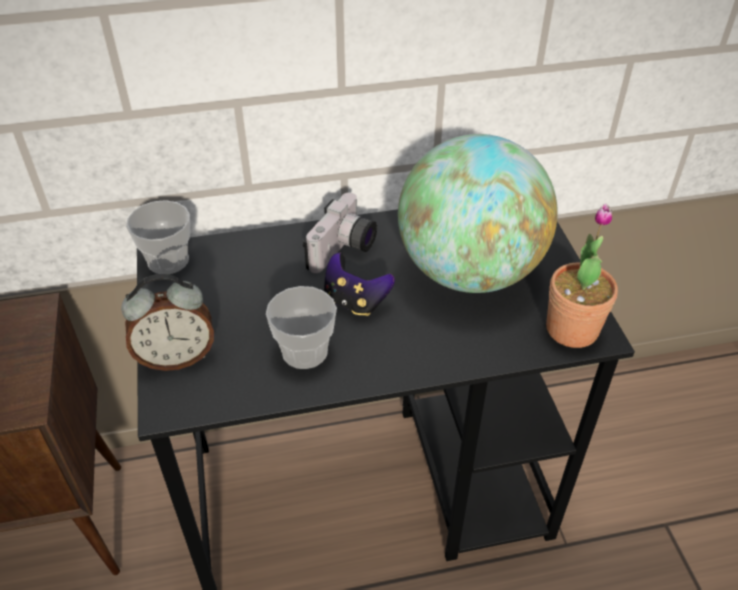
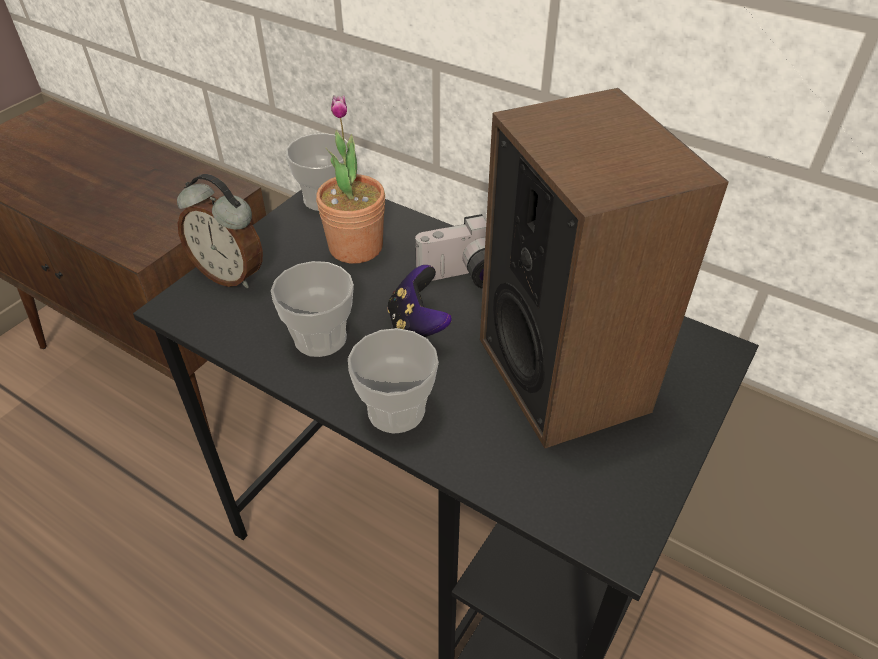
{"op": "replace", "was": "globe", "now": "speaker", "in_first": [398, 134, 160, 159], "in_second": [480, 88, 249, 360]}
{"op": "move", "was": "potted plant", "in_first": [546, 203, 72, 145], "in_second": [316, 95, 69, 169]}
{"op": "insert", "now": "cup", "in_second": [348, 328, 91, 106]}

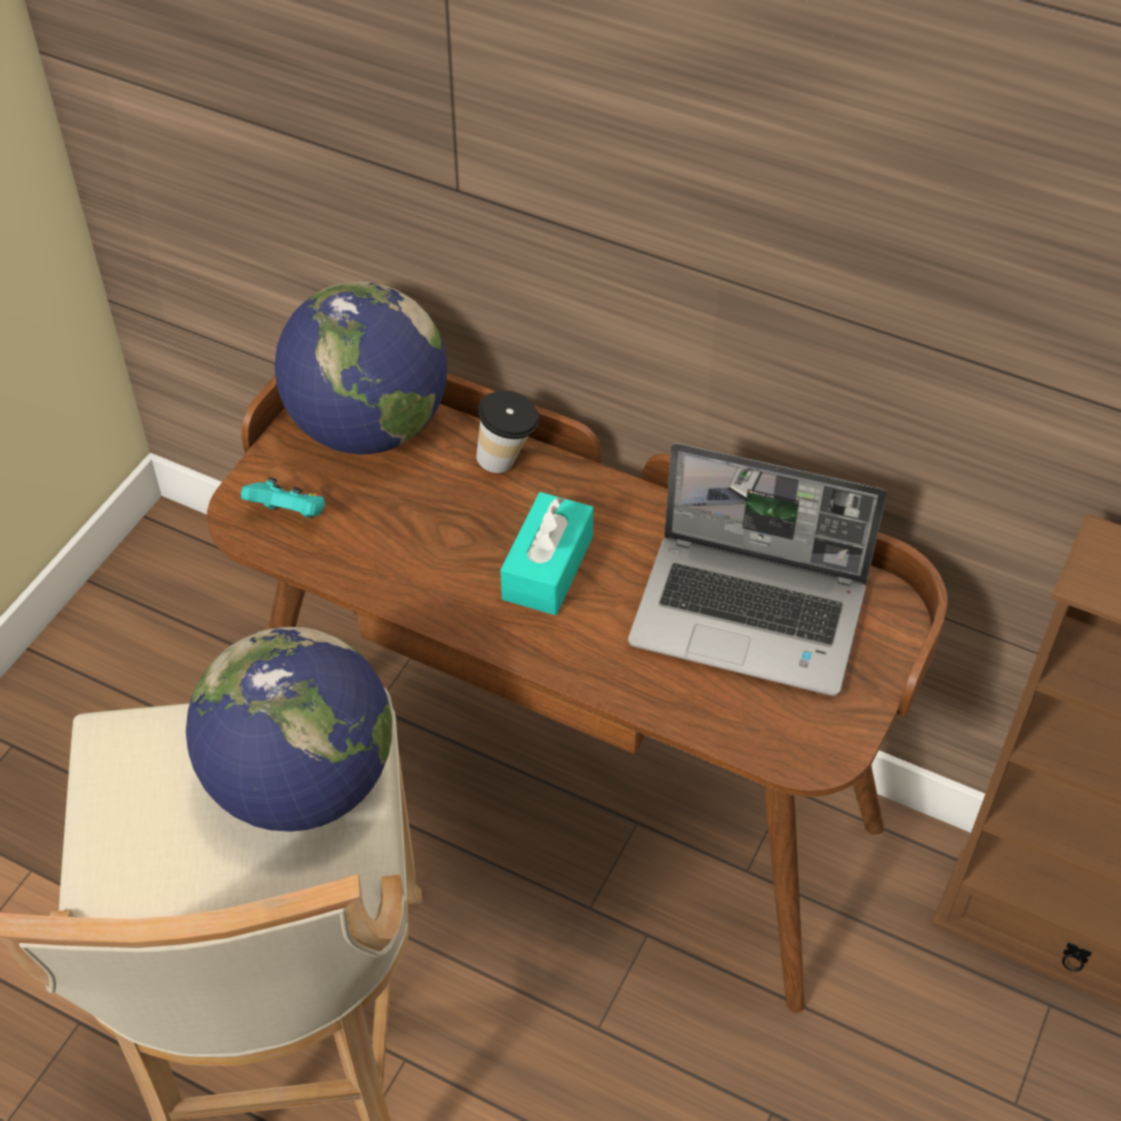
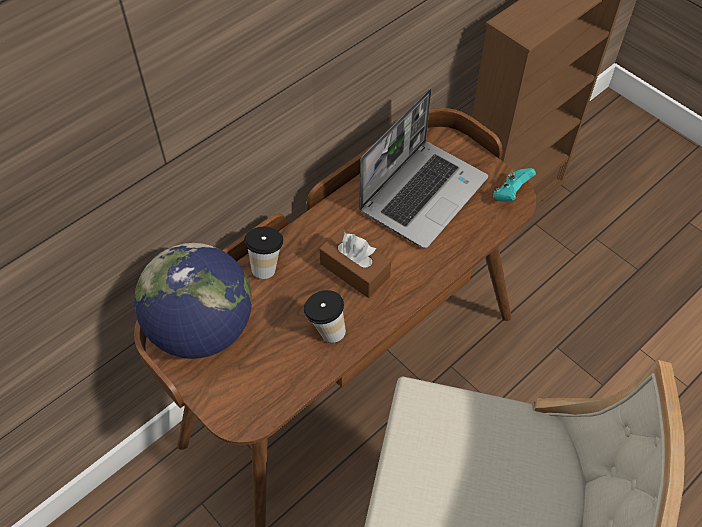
{"op": "move", "was": "turquoise game controller", "in_first": [241, 477, 84, 41], "in_second": [493, 168, 43, 34]}
{"op": "recolor", "was": "turquoise tissue box", "now": "brown tissue box", "in_first": [500, 492, 94, 123], "in_second": [319, 227, 72, 71]}
{"op": "delete", "was": "globe", "in_first": [186, 627, 206, 205]}
{"op": "insert", "now": "cup", "in_second": [304, 290, 42, 53]}

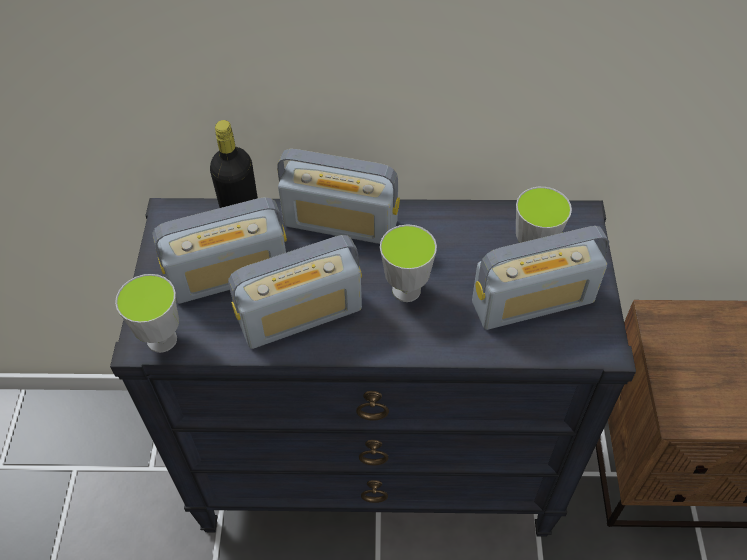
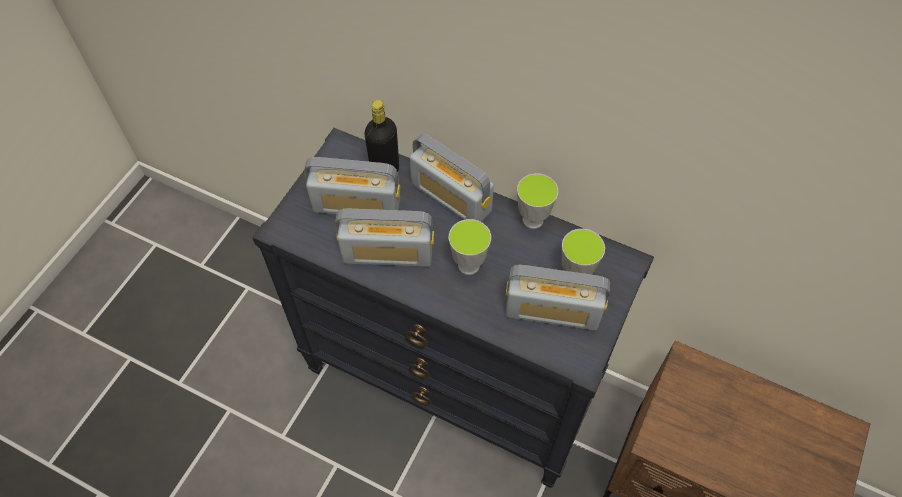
{"op": "move", "was": "cup", "in_first": [115, 274, 64, 79], "in_second": [517, 173, 41, 56]}

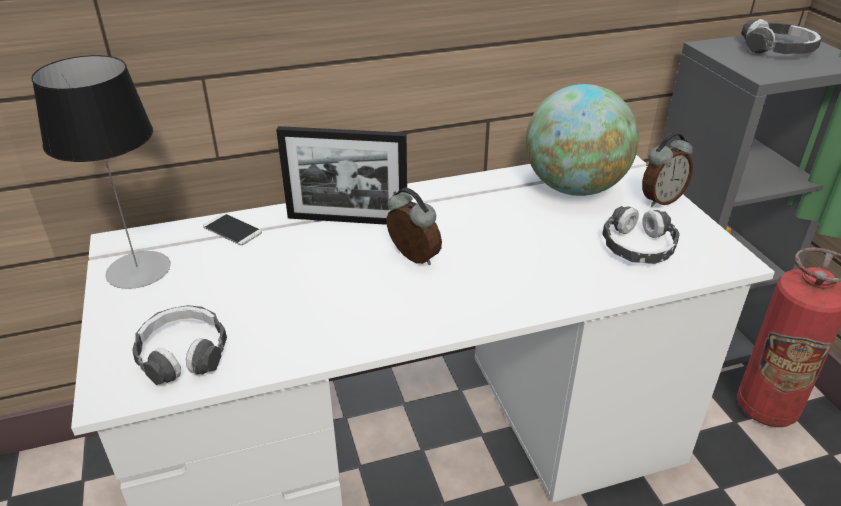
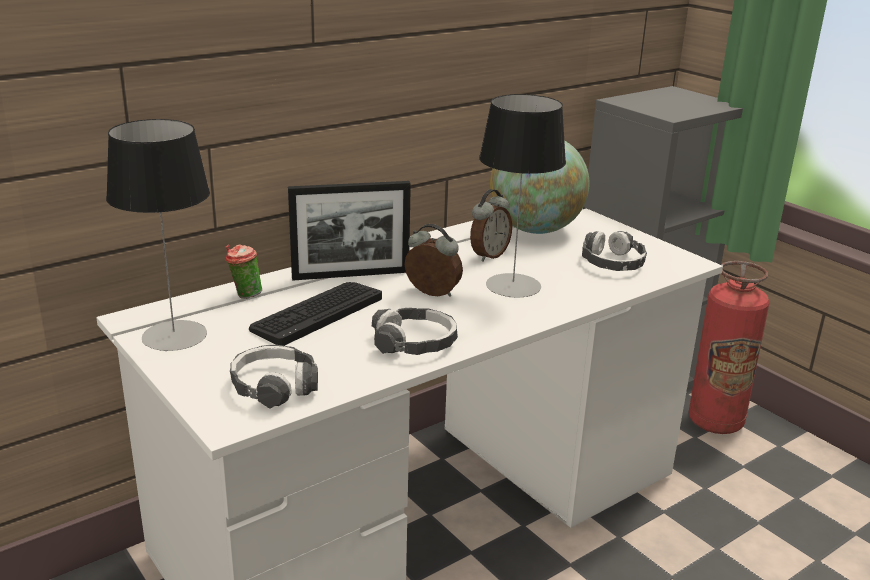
{"op": "move", "was": "headphones", "in_first": [741, 19, 81, 35], "in_second": [372, 308, 86, 47]}
{"op": "move", "was": "alarm clock", "in_first": [642, 133, 51, 74], "in_second": [470, 189, 42, 73]}
{"op": "replace", "was": "phone", "now": "cup", "in_first": [203, 214, 59, 31], "in_second": [225, 244, 37, 55]}
{"op": "insert", "now": "table lamp", "in_second": [479, 94, 87, 203]}
{"op": "insert", "now": "keyboard", "in_second": [249, 282, 133, 64]}

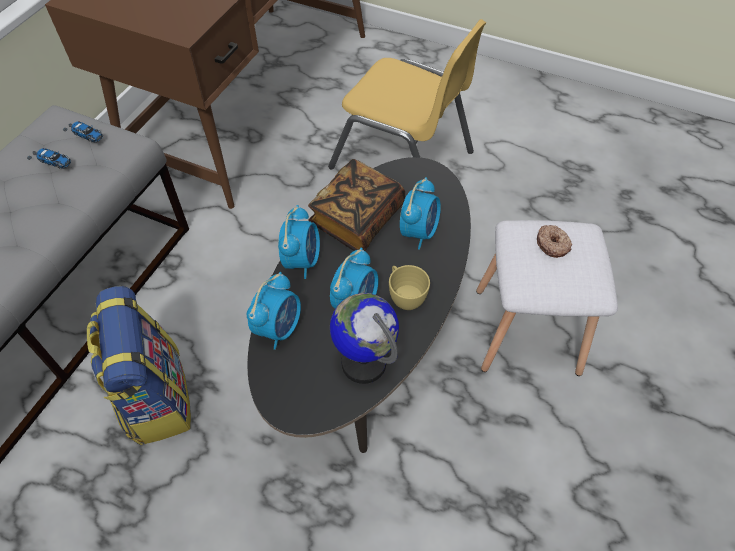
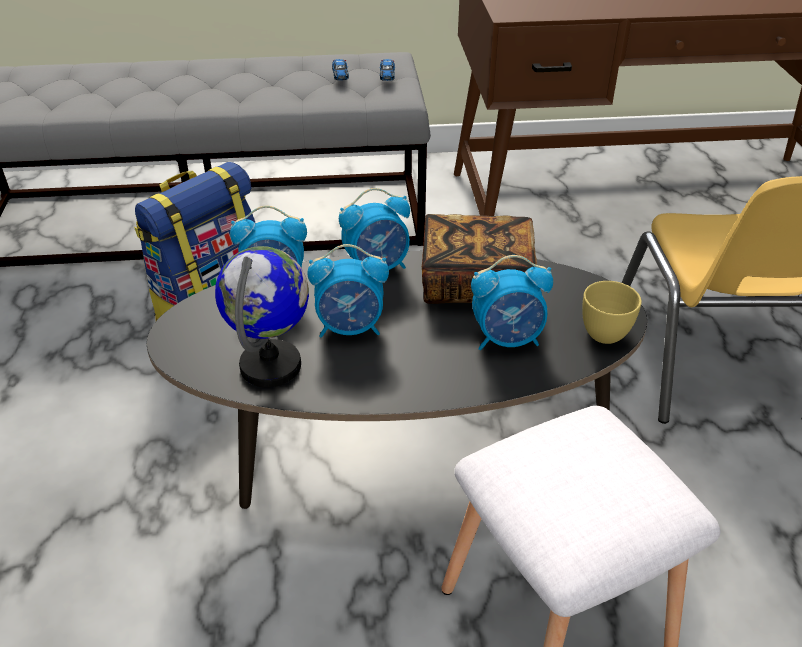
{"op": "delete", "was": "donut", "in_first": [537, 225, 35, 33]}
{"op": "move", "was": "yellow cup", "in_first": [389, 265, 41, 45], "in_second": [582, 281, 60, 63]}

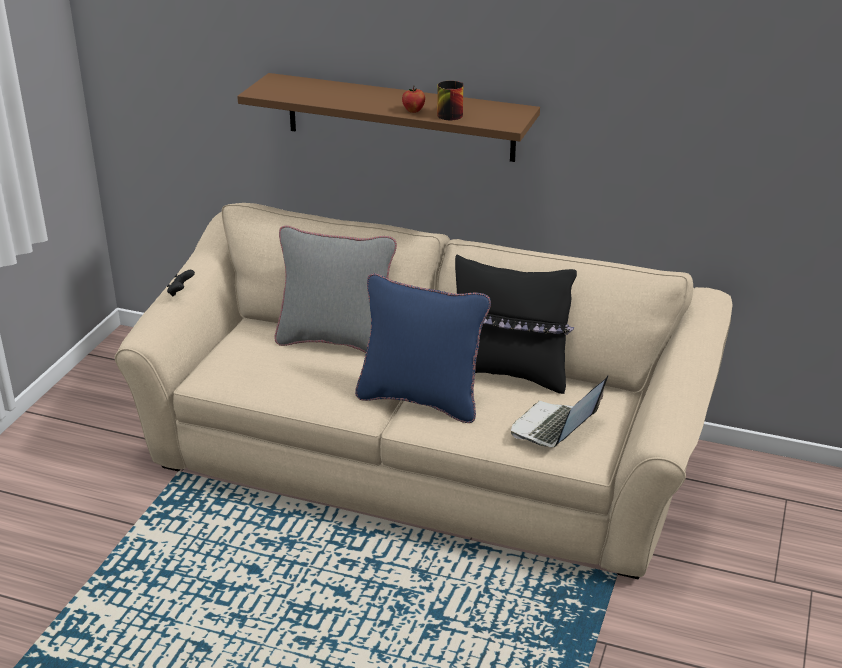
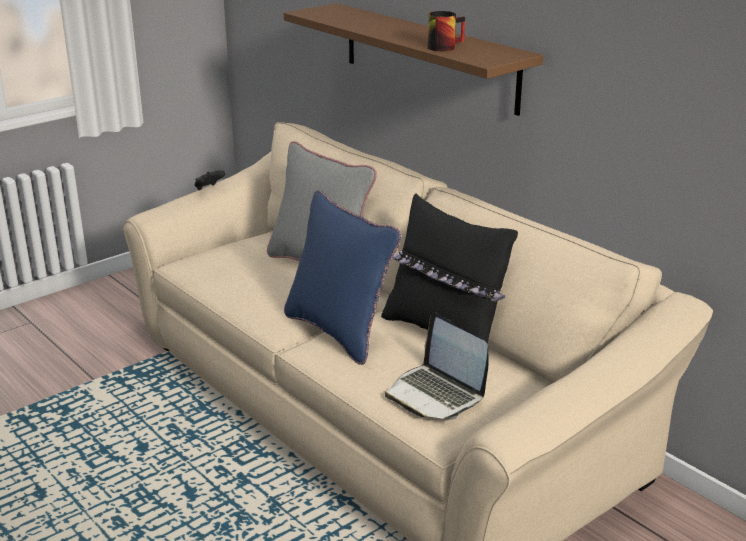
{"op": "delete", "was": "apple", "in_first": [402, 86, 23, 27]}
{"op": "rotate", "was": "laptop", "in_first": [511, 375, 97, 73], "in_second": [385, 312, 104, 107], "clockwise": -105}

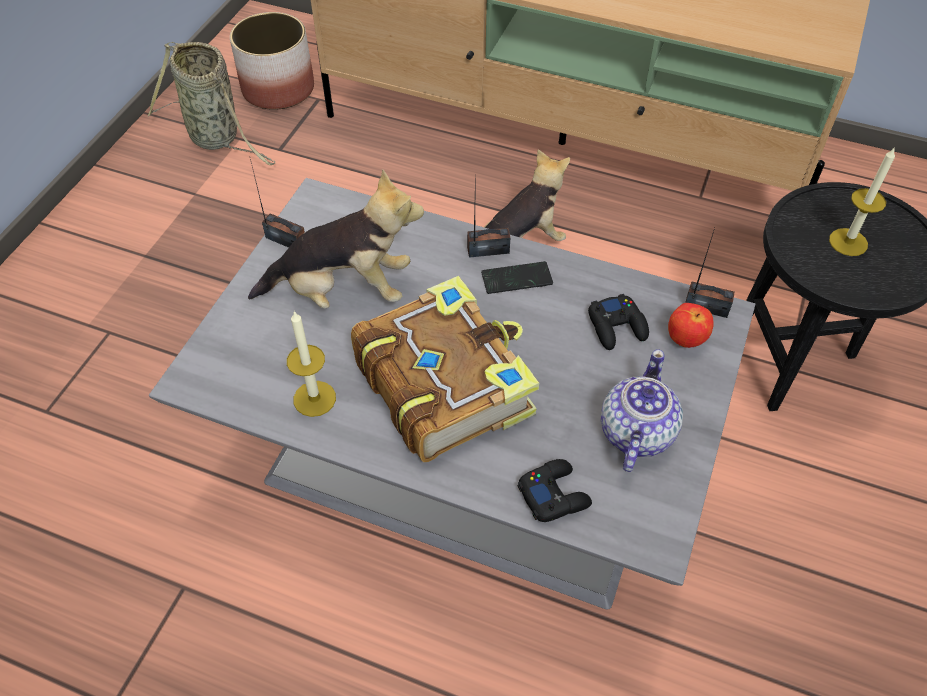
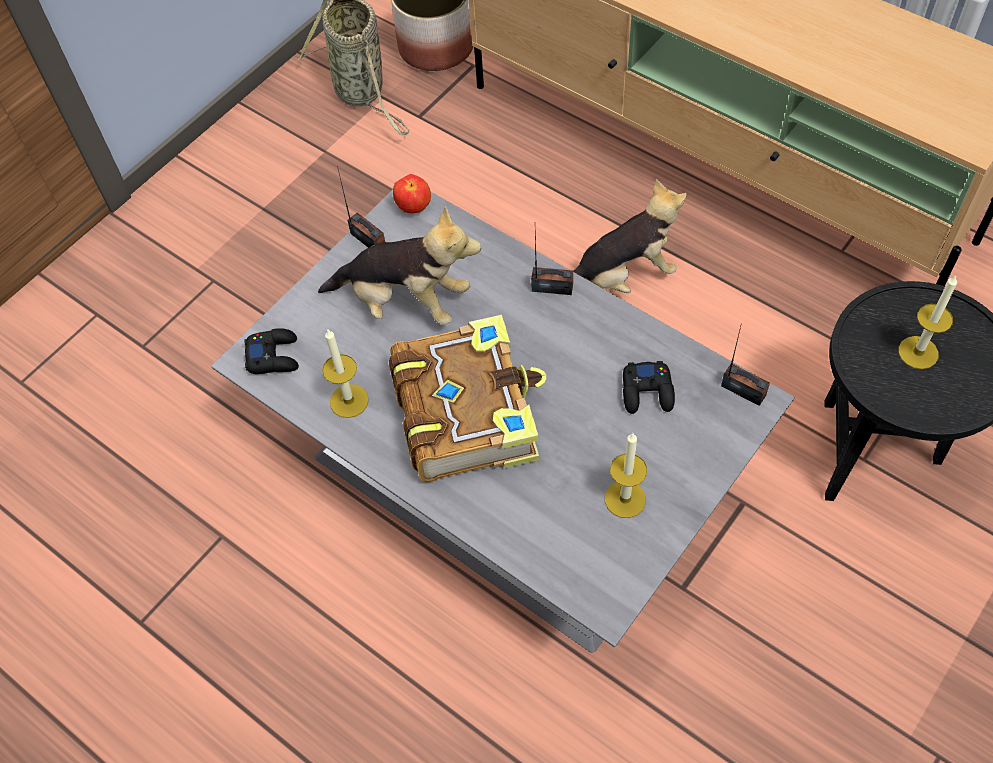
{"op": "delete", "was": "phone", "in_first": [481, 261, 72, 33]}
{"op": "move", "was": "apple", "in_first": [668, 303, 46, 45], "in_second": [393, 174, 38, 39]}
{"op": "replace", "was": "teapot", "now": "candle", "in_first": [601, 349, 82, 123], "in_second": [605, 433, 42, 85]}
{"op": "move", "was": "black game controller", "in_first": [518, 459, 74, 63], "in_second": [244, 328, 55, 46]}

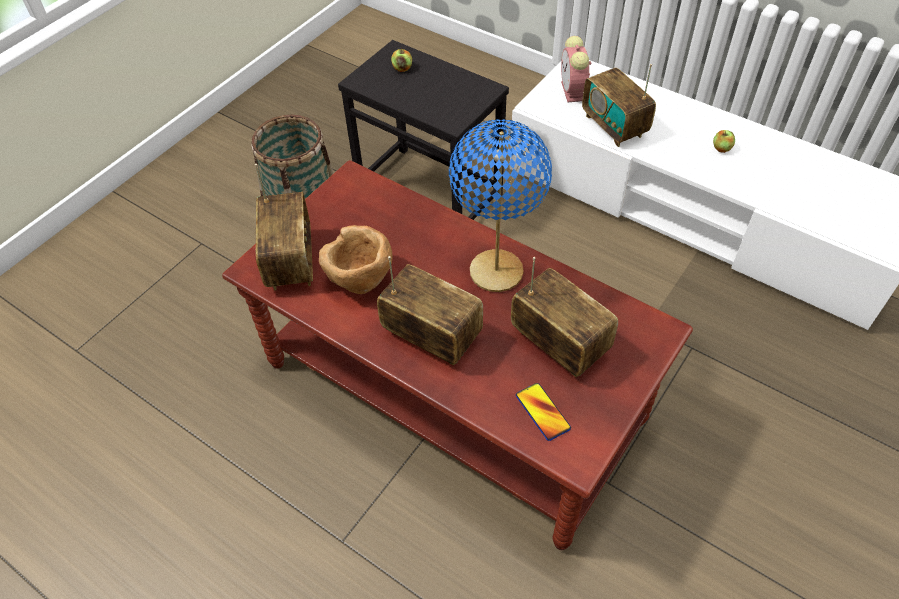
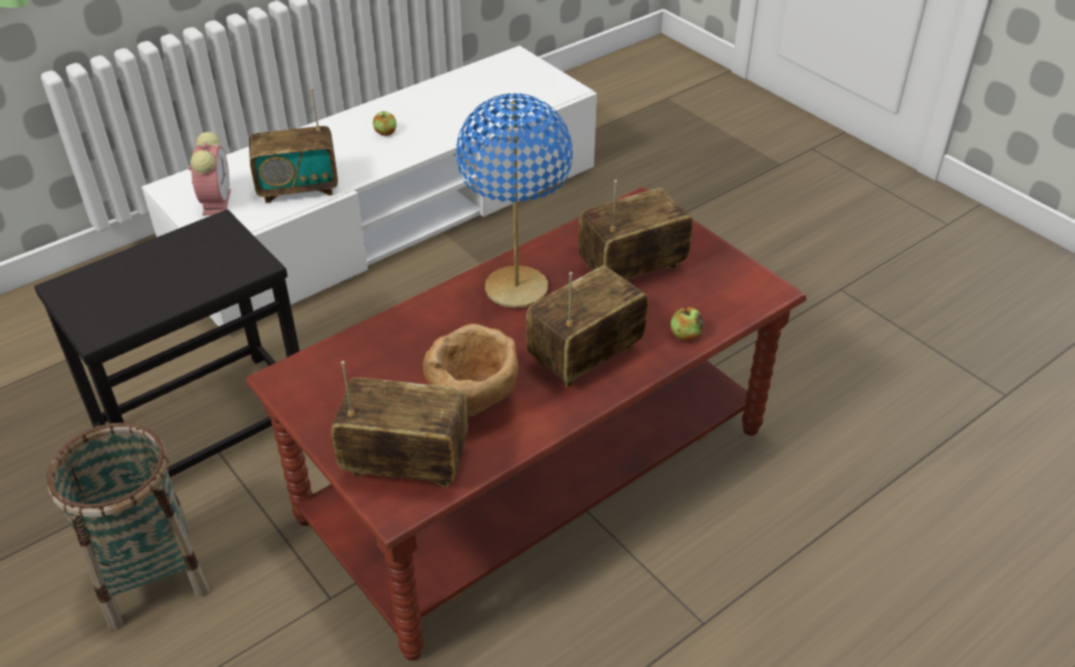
{"op": "rotate", "was": "alarm clock", "in_first": [561, 36, 30, 66], "in_second": [188, 132, 43, 84], "clockwise": -105}
{"op": "move", "was": "apple", "in_first": [391, 48, 21, 24], "in_second": [670, 307, 34, 34]}
{"op": "delete", "was": "phone", "in_first": [516, 383, 55, 58]}

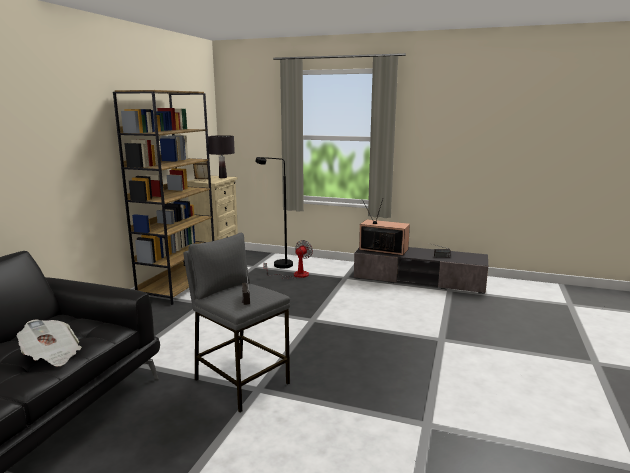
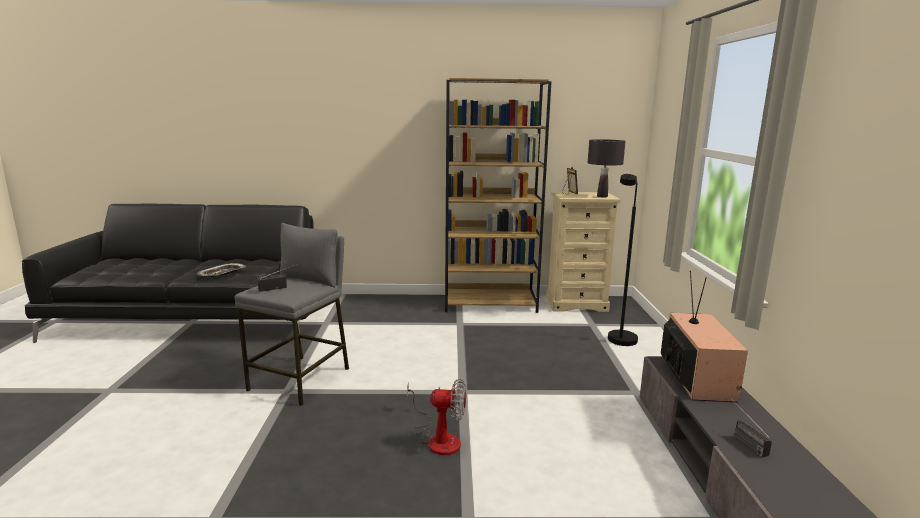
{"op": "move", "was": "fan", "in_first": [263, 240, 50, 39], "in_second": [407, 378, 59, 77]}
{"op": "replace", "was": "newspaper", "now": "tray", "in_first": [16, 319, 66, 47], "in_second": [197, 263, 49, 15]}

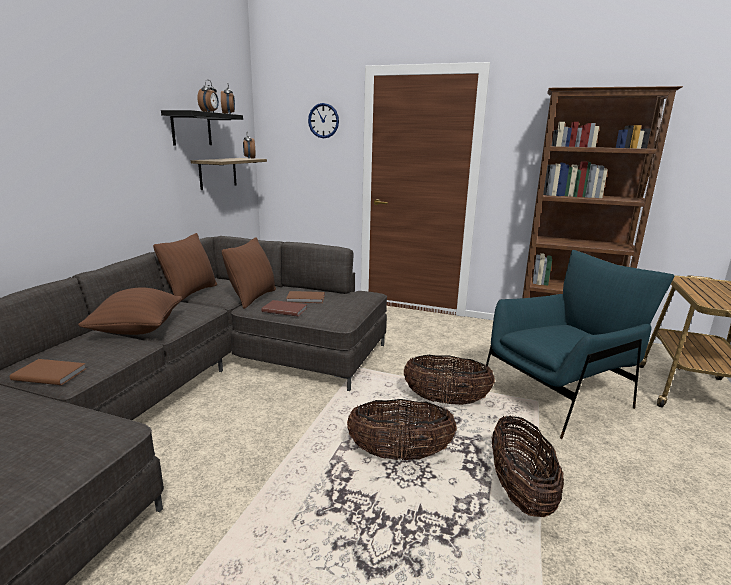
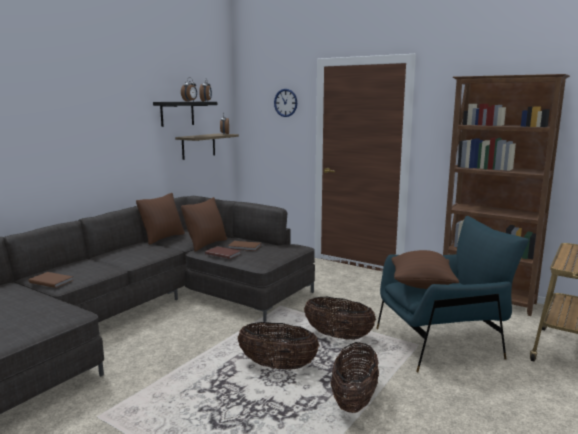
{"op": "move", "was": "brown pillow", "in_first": [78, 288, 104, 47], "in_second": [392, 250, 67, 39]}

